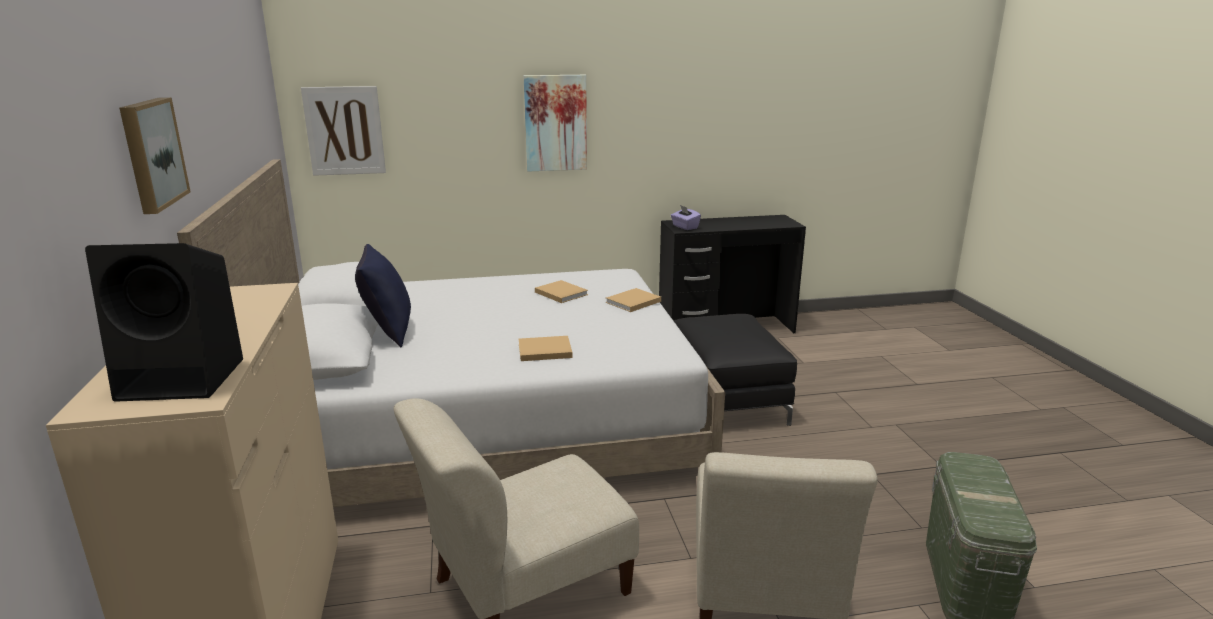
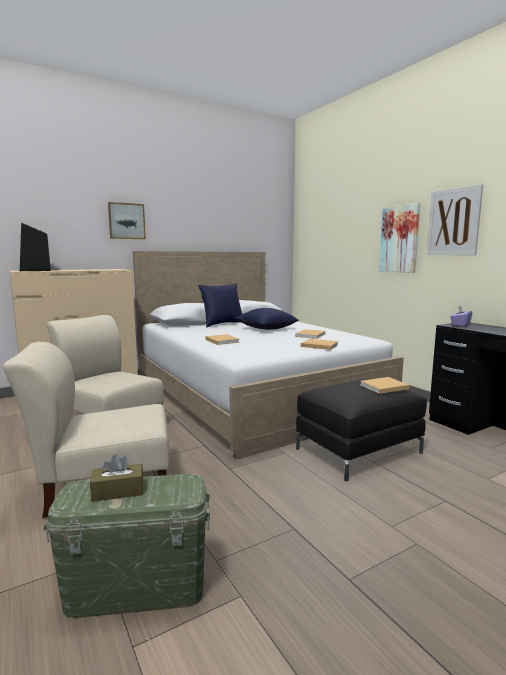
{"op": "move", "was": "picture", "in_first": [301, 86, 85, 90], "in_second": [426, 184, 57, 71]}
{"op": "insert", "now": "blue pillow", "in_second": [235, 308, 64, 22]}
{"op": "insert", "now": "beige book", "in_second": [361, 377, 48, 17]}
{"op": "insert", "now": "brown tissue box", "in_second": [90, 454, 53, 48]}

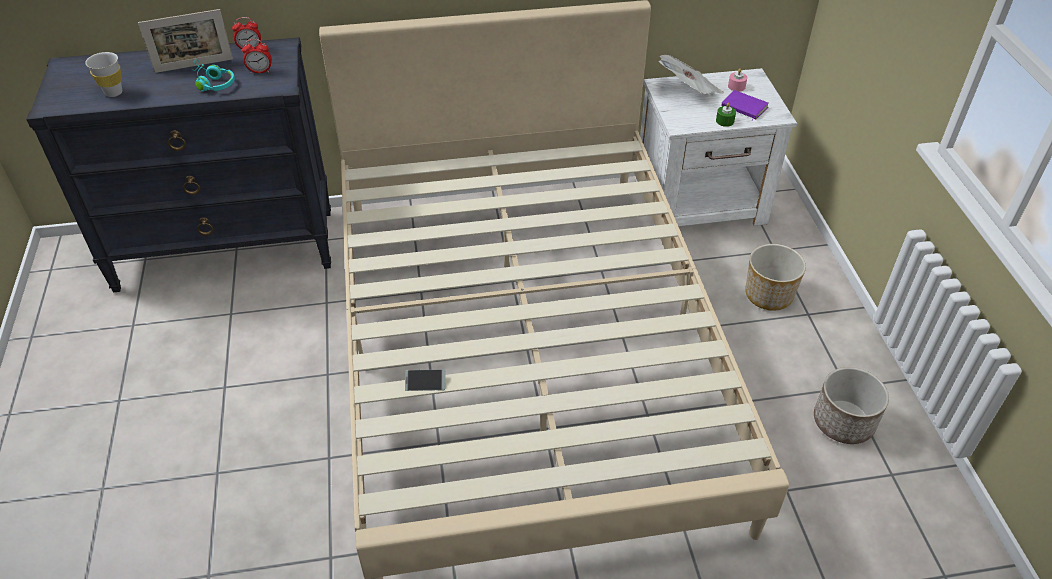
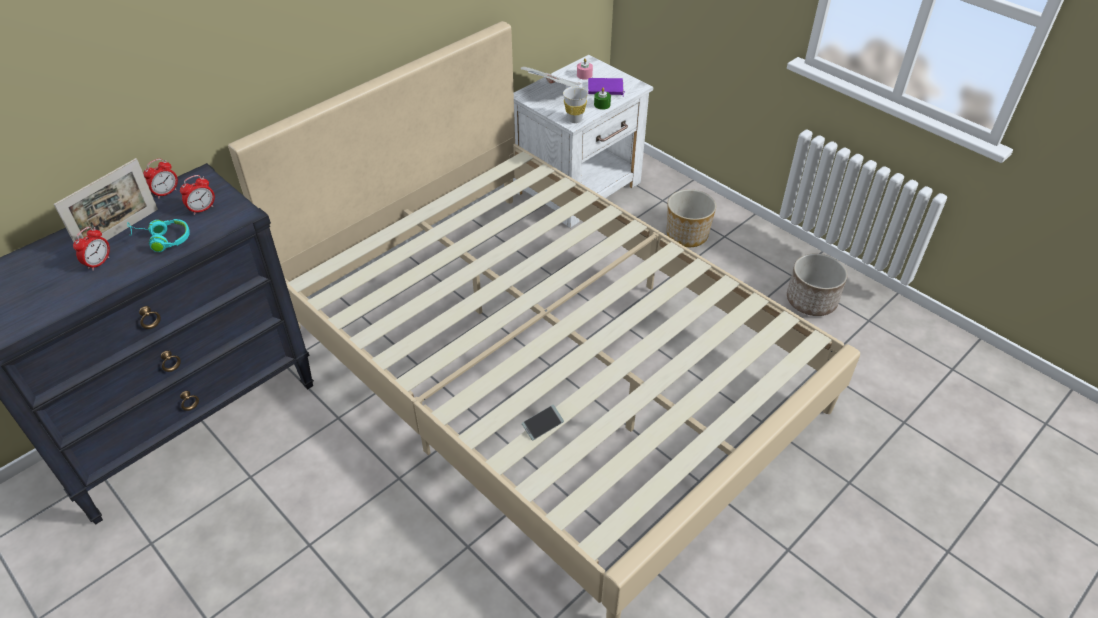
{"op": "move", "was": "white cup", "in_first": [85, 52, 37, 45], "in_second": [563, 87, 25, 36]}
{"op": "insert", "now": "alarm clock", "in_second": [73, 227, 37, 44]}

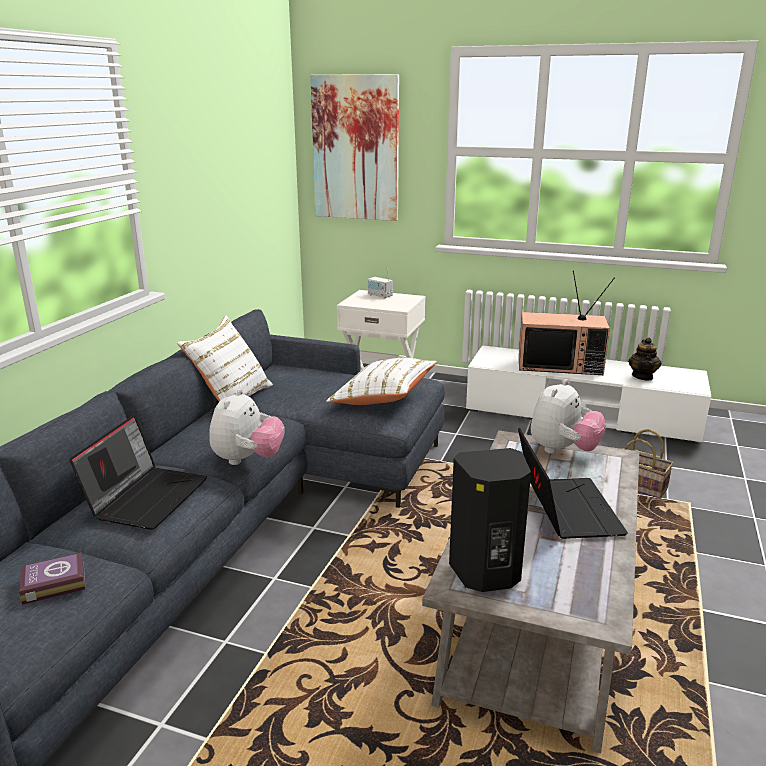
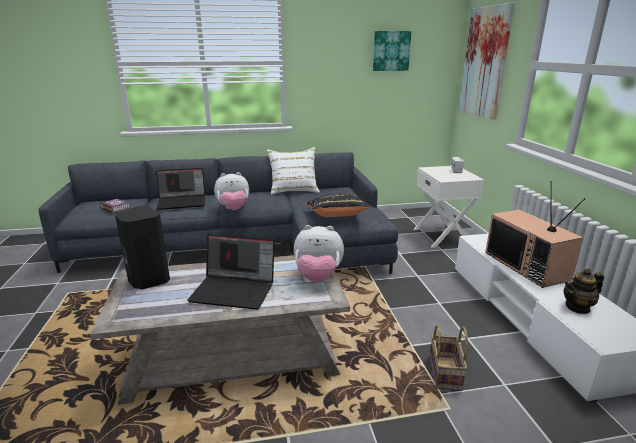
{"op": "recolor", "was": "white pillow", "now": "black pillow", "in_first": [326, 358, 111, 47], "in_second": [305, 194, 68, 23]}
{"op": "rotate", "was": "laptop", "in_first": [518, 428, 110, 111], "in_second": [187, 234, 88, 76], "clockwise": 45}
{"op": "insert", "now": "picture", "in_second": [373, 31, 38, 40]}

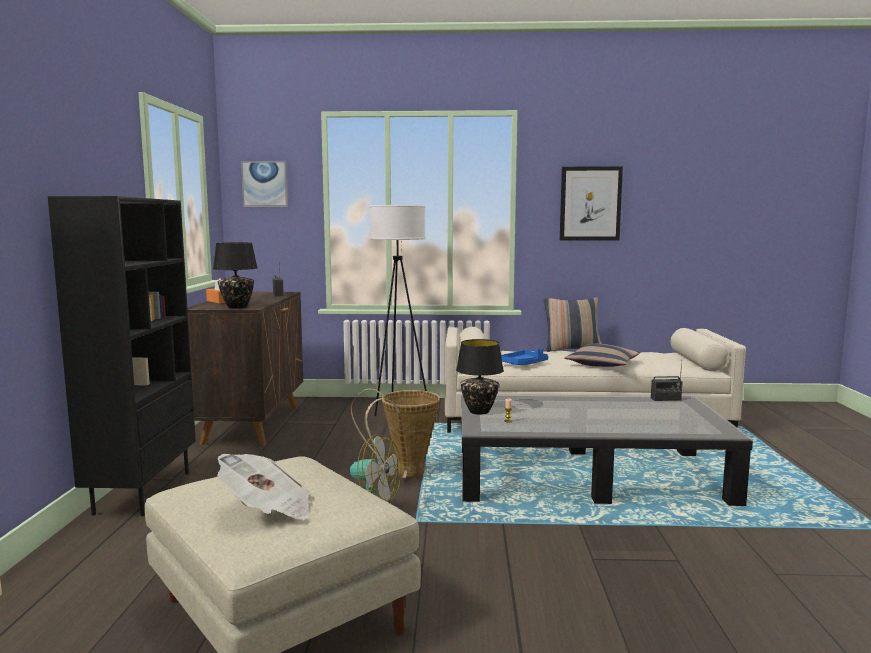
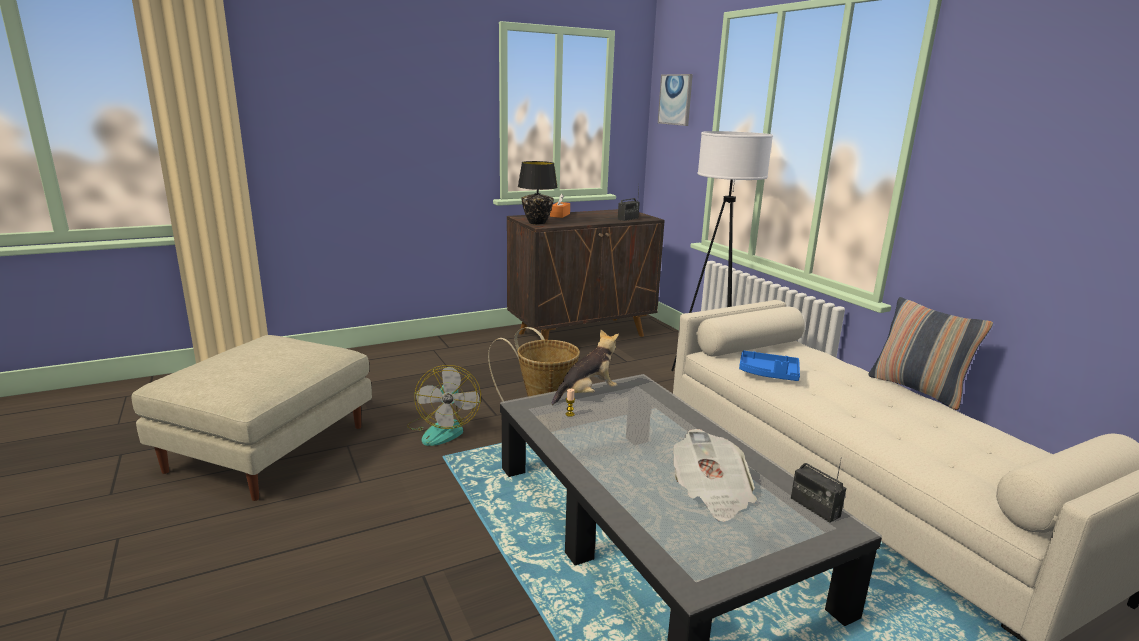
{"op": "delete", "was": "picture", "in_first": [560, 166, 63, 74]}
{"op": "delete", "was": "black bookcase", "in_first": [48, 196, 148, 320]}
{"op": "replace", "was": "black table lamp", "now": "plush toy", "in_first": [456, 339, 48, 75], "in_second": [551, 329, 68, 76]}
{"op": "delete", "was": "pillow", "in_first": [564, 344, 76, 23]}
{"op": "move", "was": "newspaper", "in_first": [217, 454, 93, 66], "in_second": [672, 429, 85, 93]}

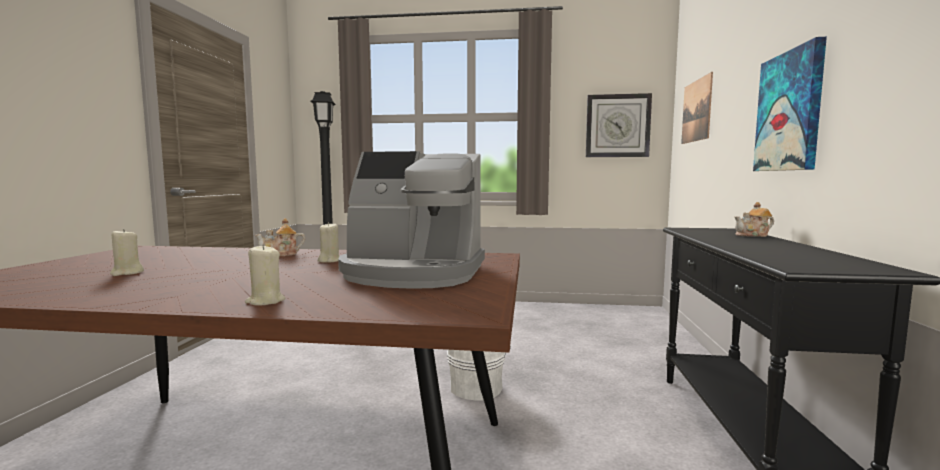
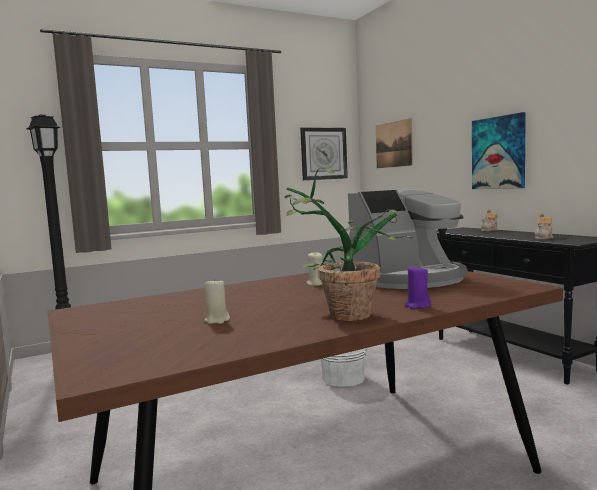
{"op": "move", "was": "teapot", "in_first": [255, 218, 50, 38], "in_second": [535, 213, 18, 26]}
{"op": "recolor", "was": "beige candle", "now": "purple candle", "in_first": [245, 244, 40, 62], "in_second": [405, 265, 26, 44]}
{"op": "insert", "now": "potted plant", "in_second": [284, 167, 129, 154]}

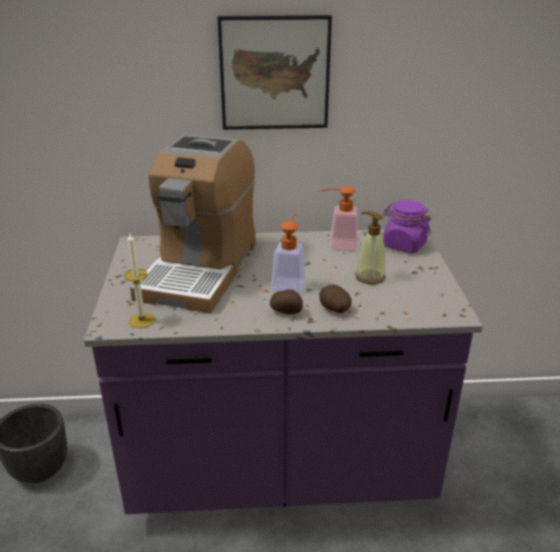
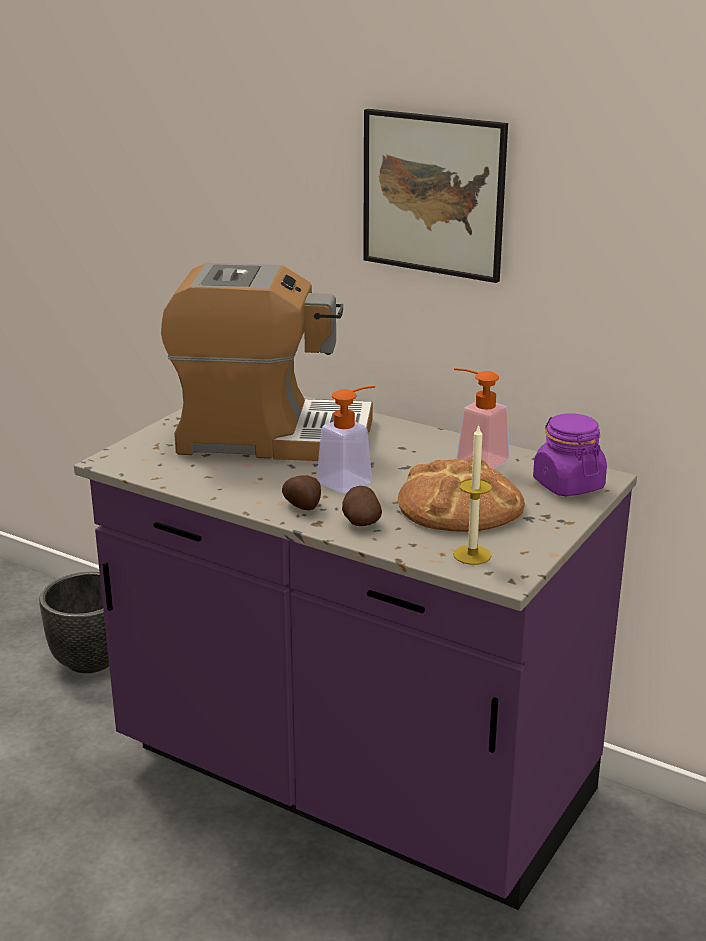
{"op": "rotate", "was": "coffee machine", "in_first": [130, 134, 126, 179], "in_second": [161, 263, 212, 198], "clockwise": -135}
{"op": "replace", "was": "soap dispenser", "now": "bread", "in_first": [356, 211, 29, 73], "in_second": [398, 456, 127, 76]}
{"op": "move", "was": "candle", "in_first": [124, 234, 31, 94], "in_second": [453, 425, 39, 140]}

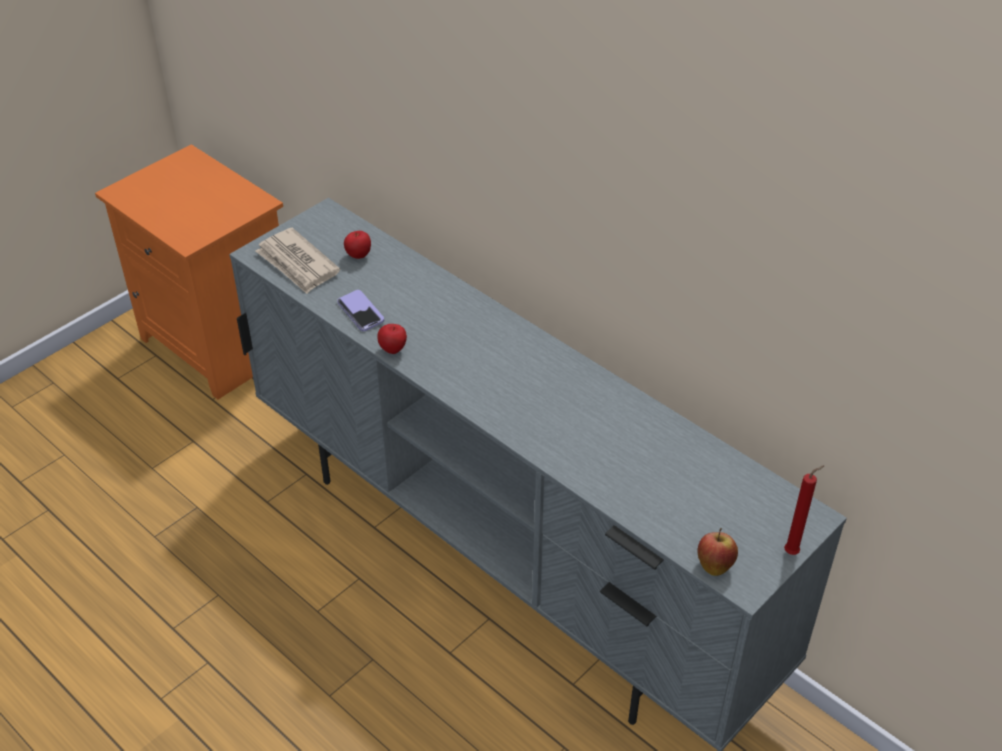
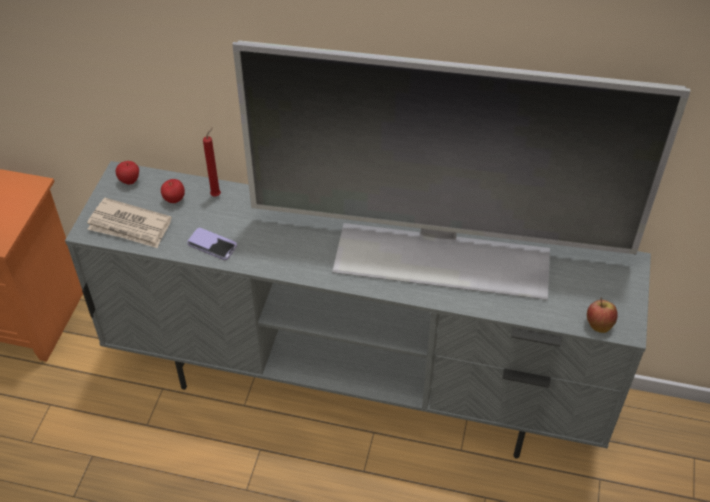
{"op": "move", "was": "apple", "in_first": [377, 324, 30, 30], "in_second": [116, 161, 23, 24]}
{"op": "move", "was": "red candle", "in_first": [784, 465, 41, 90], "in_second": [203, 127, 18, 69]}
{"op": "insert", "now": "television", "in_second": [232, 40, 458, 260]}

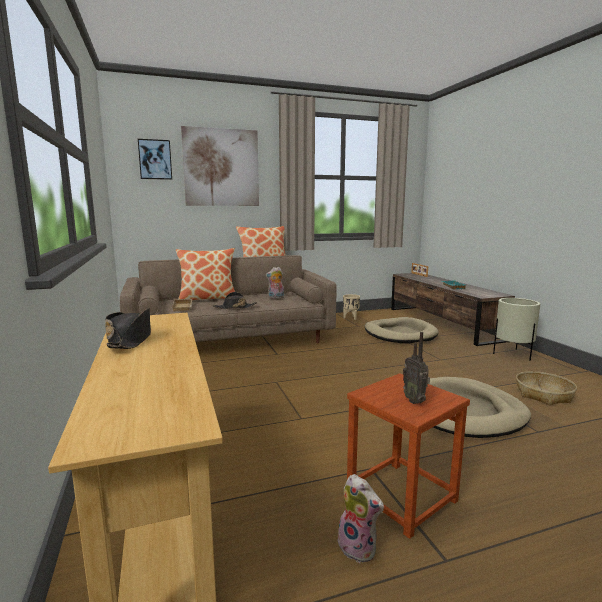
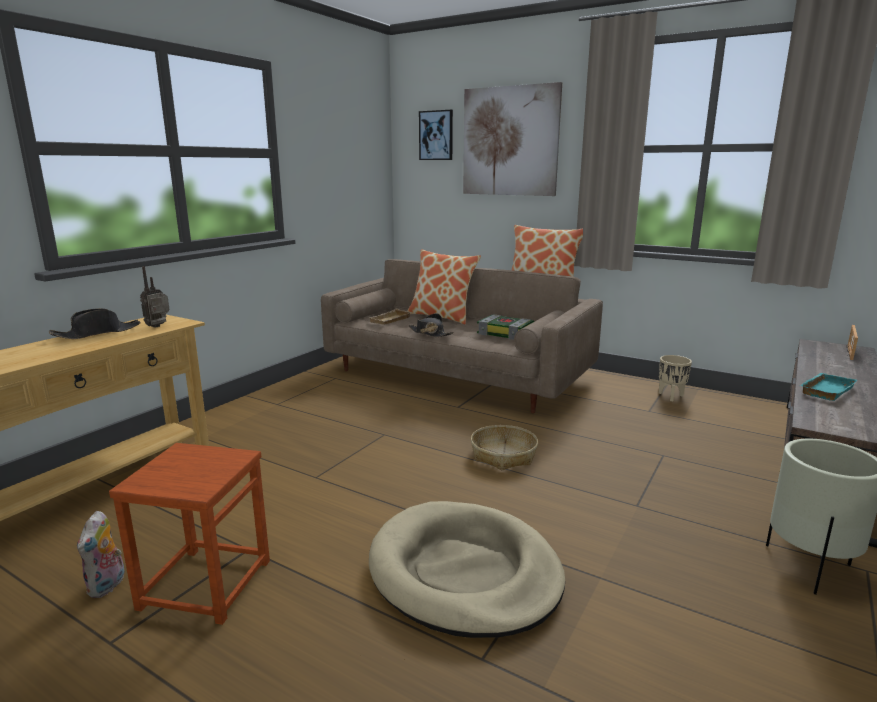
{"op": "replace", "was": "plush toy", "now": "book", "in_first": [265, 267, 19, 32], "in_second": [477, 315, 57, 25]}
{"op": "delete", "was": "beige dog bed", "in_first": [365, 317, 74, 26]}
{"op": "move", "was": "radio", "in_first": [403, 332, 27, 72], "in_second": [140, 266, 29, 62]}
{"op": "move", "was": "basket", "in_first": [516, 371, 61, 34], "in_second": [471, 425, 67, 45]}

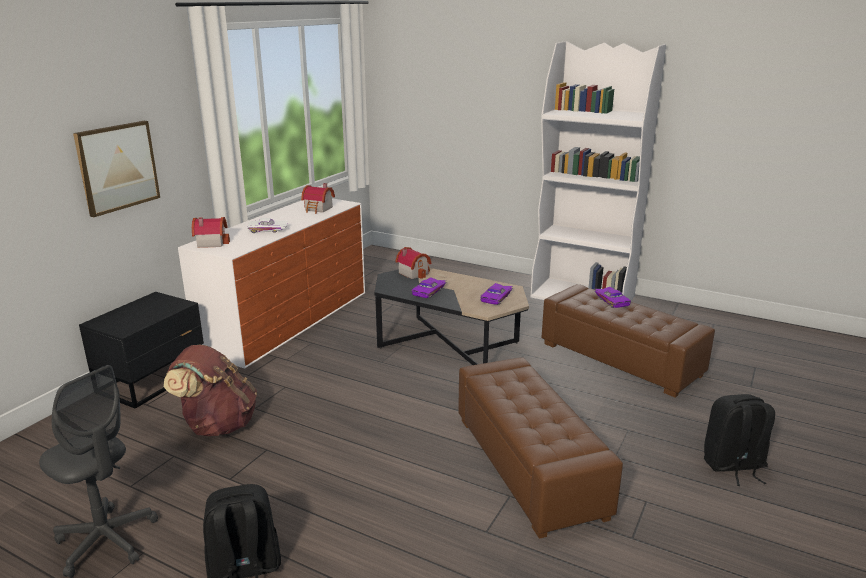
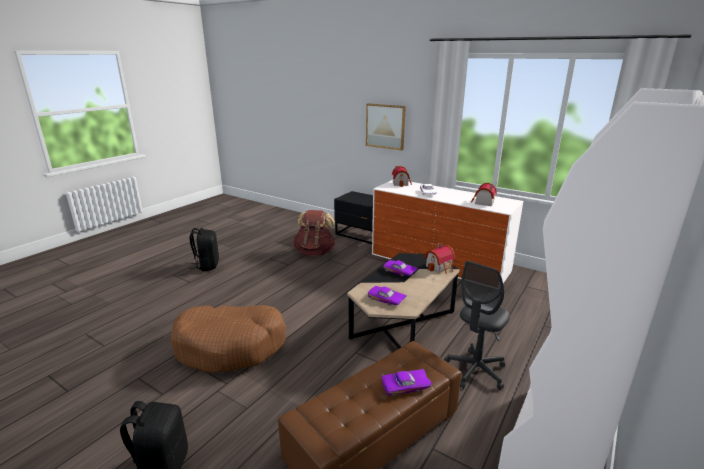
{"op": "replace", "was": "brown ottoman", "now": "brown dog bed", "in_first": [458, 357, 165, 182], "in_second": [170, 305, 116, 68]}
{"op": "move", "was": "grey office chair", "in_first": [39, 365, 119, 213], "in_second": [444, 261, 66, 129]}

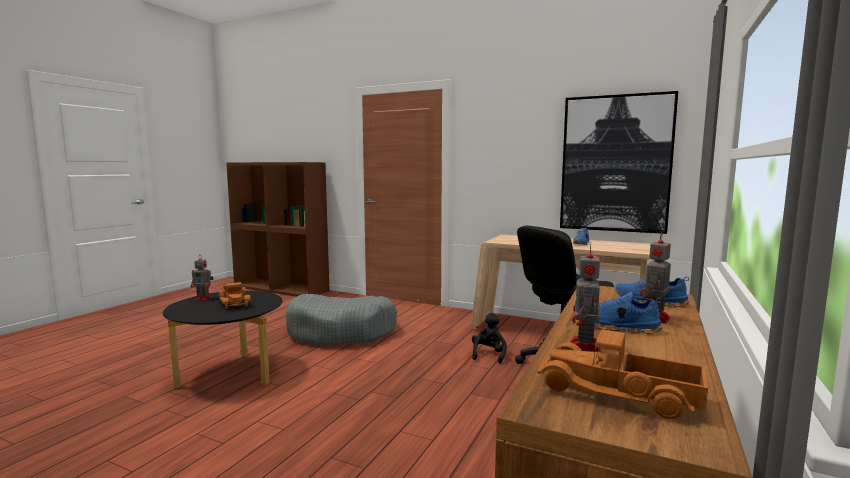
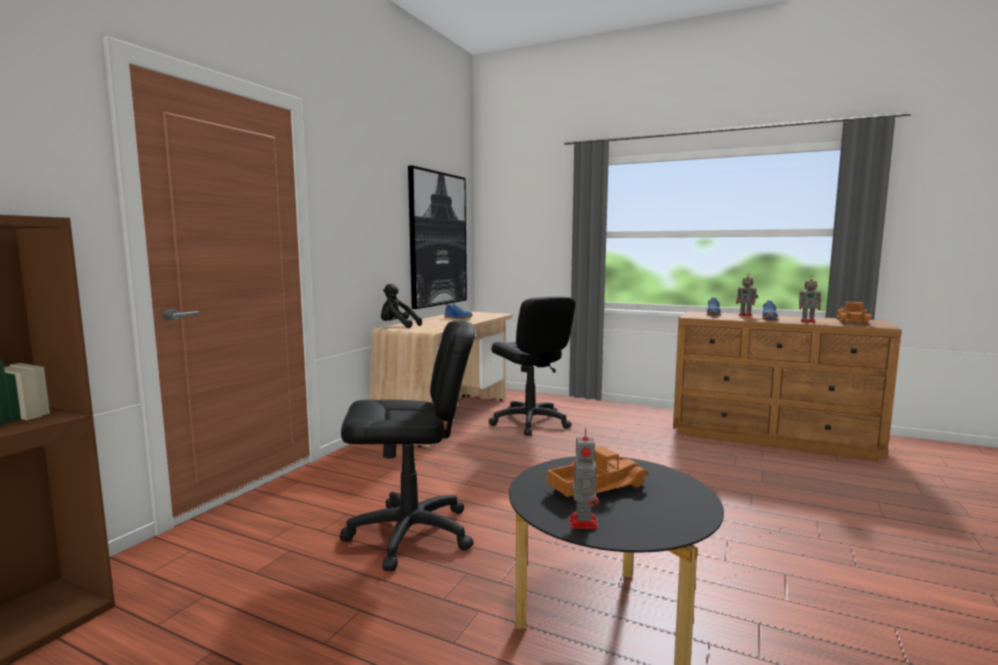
{"op": "replace", "was": "grey dog bed", "now": "black office chair", "in_first": [286, 294, 111, 52], "in_second": [340, 320, 135, 251]}
{"op": "move", "was": "black plush toy", "in_first": [472, 313, 35, 51], "in_second": [381, 284, 41, 44]}

